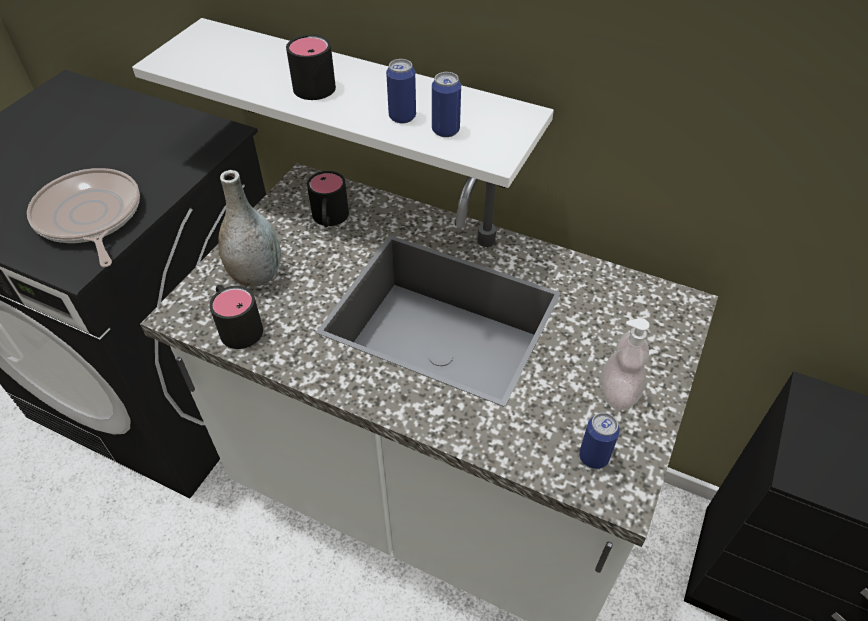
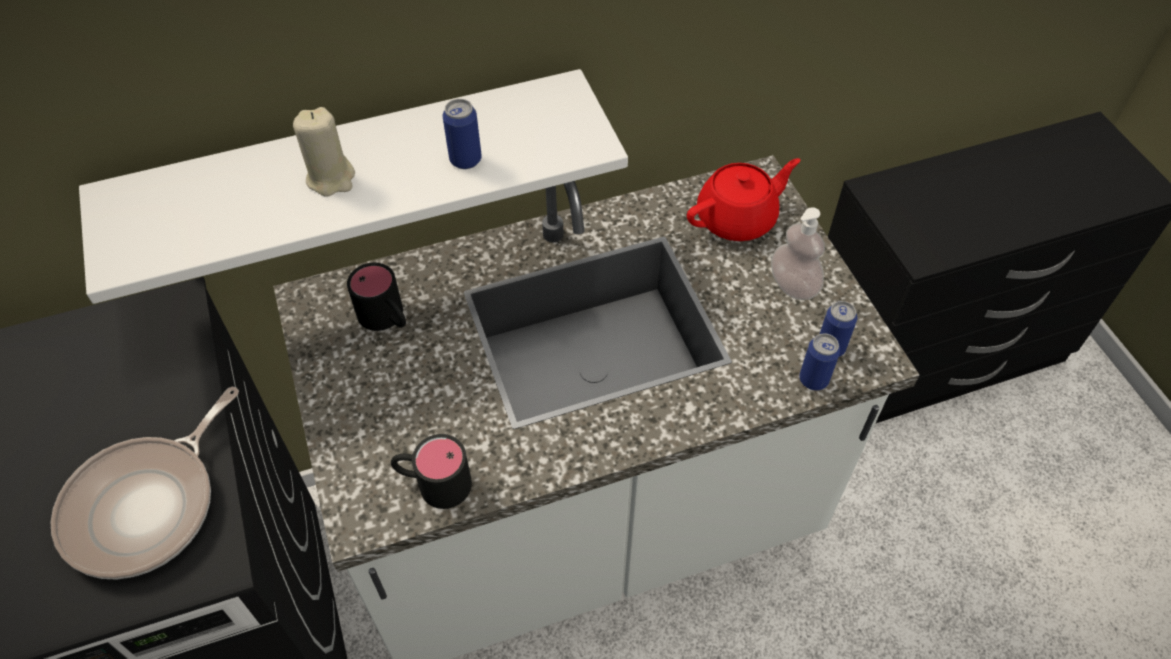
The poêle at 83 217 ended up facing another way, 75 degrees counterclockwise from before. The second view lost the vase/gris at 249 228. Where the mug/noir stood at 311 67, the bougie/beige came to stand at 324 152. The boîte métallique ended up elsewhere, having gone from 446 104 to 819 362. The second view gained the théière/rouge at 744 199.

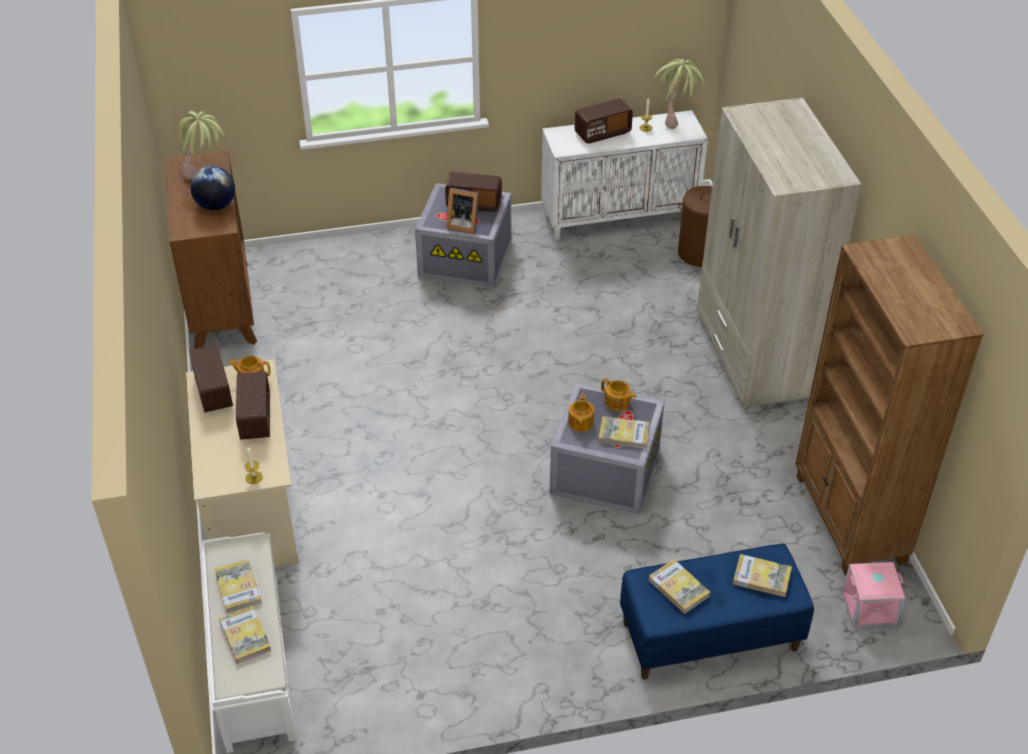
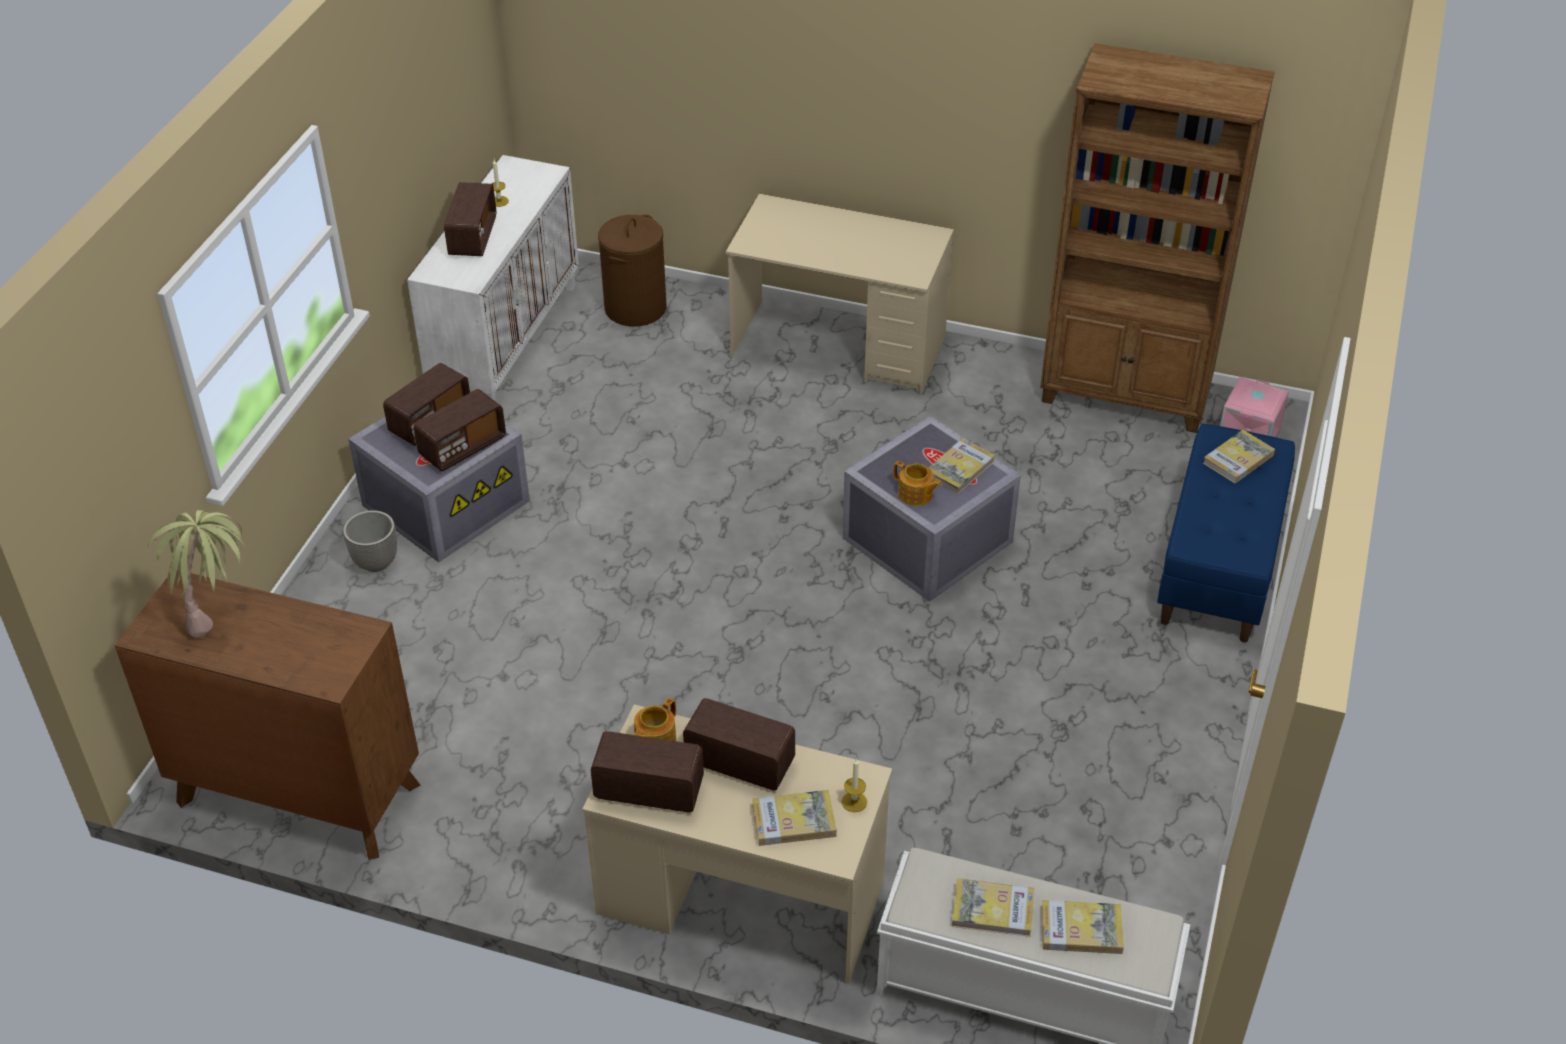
The second view lost the globe at 212 188. Where the cadre photo stood at 463 210, the radio came to stand at 460 430. The second view lost the théière at 619 394. The livre ended up elsewhere, having gone from 679 586 to 794 818. The second view lost the plante en pot at 679 94. Where the armoire/beige stood at 779 253, the bureau/beige came to stand at 840 294. The second view gained the cache-pot at 370 541.

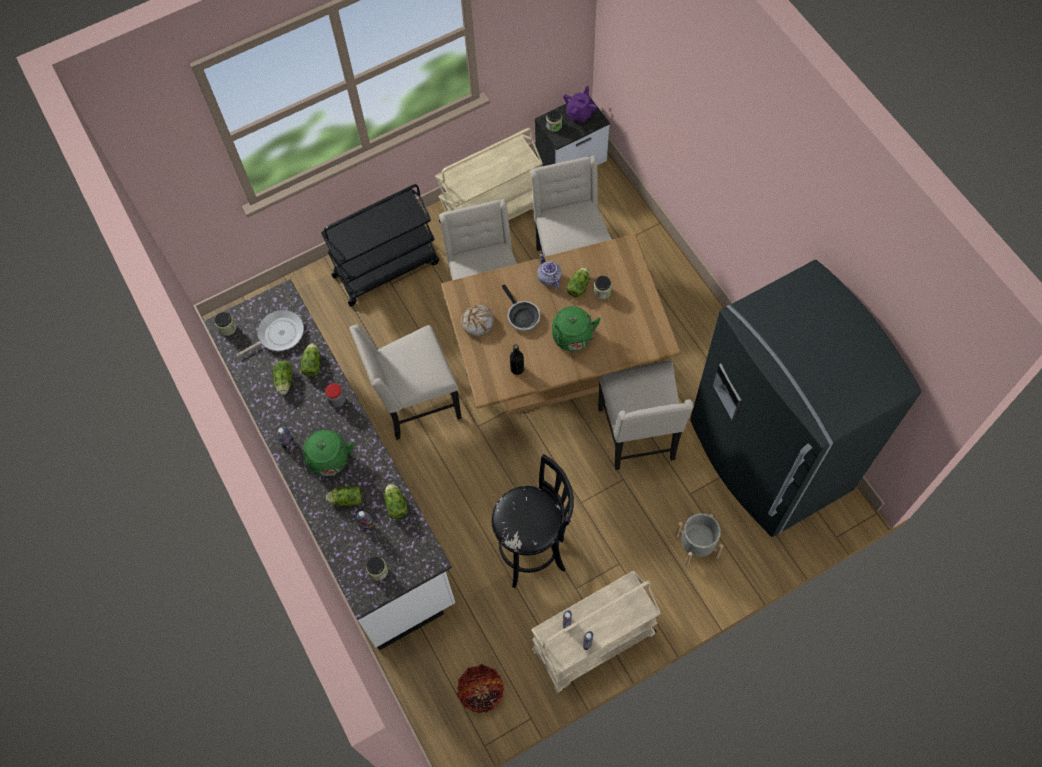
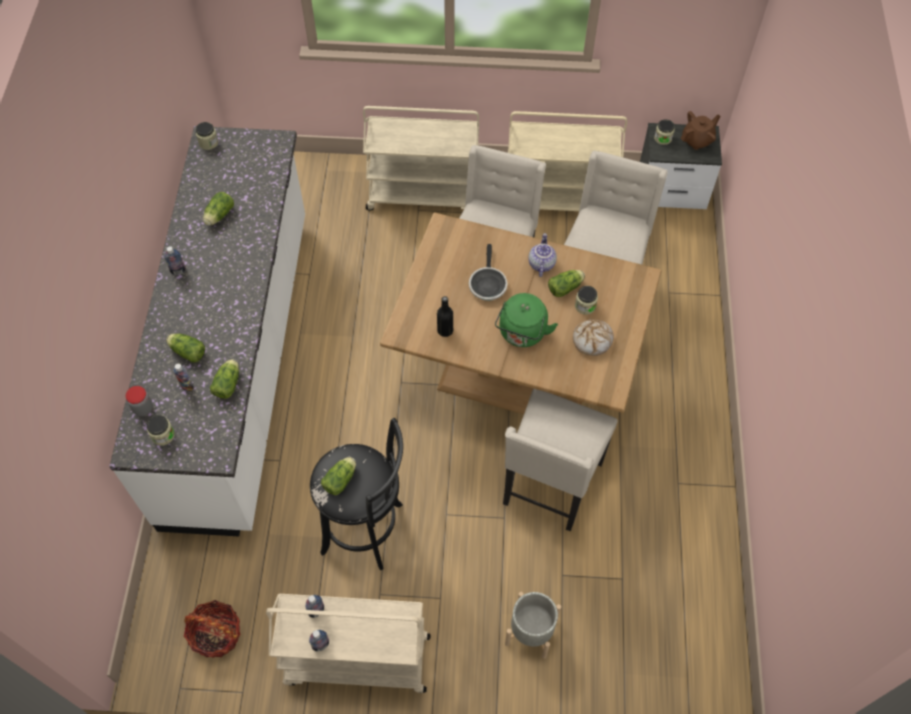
The second view lost the poêle at 270 333. The laitue ended up elsewhere, having gone from 310 359 to 338 476. The second view lost the bouilloire/vert at 329 453. What was the chariot/noir at 380 245 turned into the chariot/beige at 421 158. The bocal ended up elsewhere, having gone from 335 395 to 139 401. The second view lost the chaise/beige at 405 382. The pain ended up elsewhere, having gone from 477 321 to 593 337. What was the théière/violet at 580 104 turned into the théière/marron at 700 130. The second view lost the réfrigérateur/gris at 806 398.

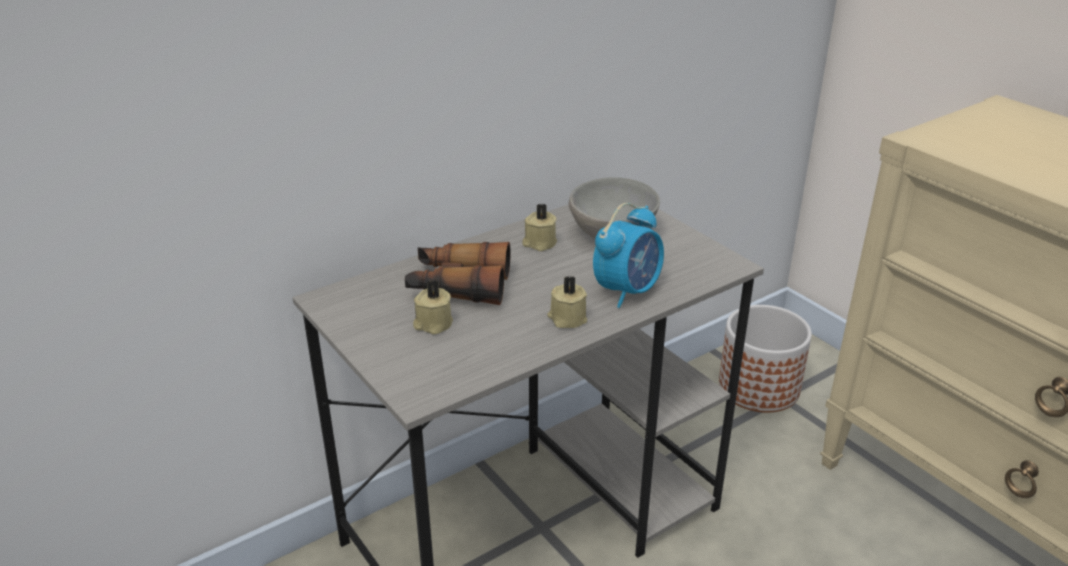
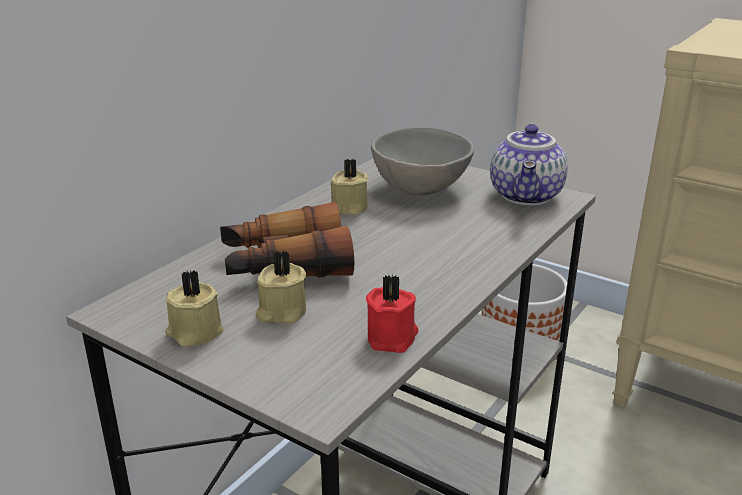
The bougie/beige ended up elsewhere, having gone from 567 302 to 194 308. The second view lost the réveil at 628 255. The second view gained the bougie/rouge at 392 314. The second view gained the théière at 529 164.

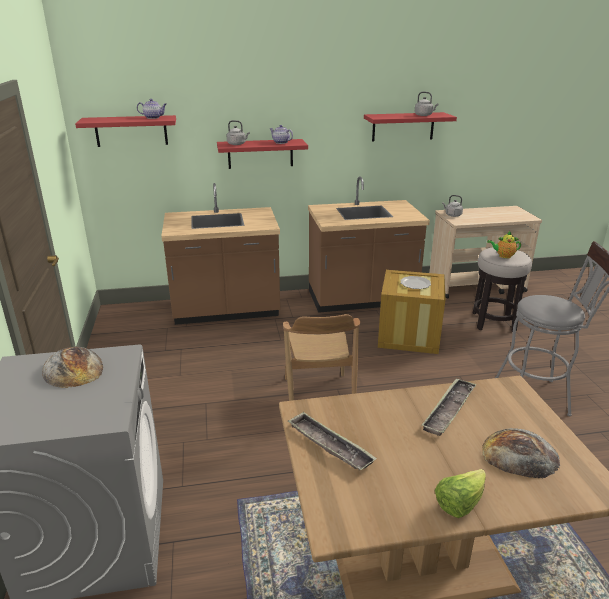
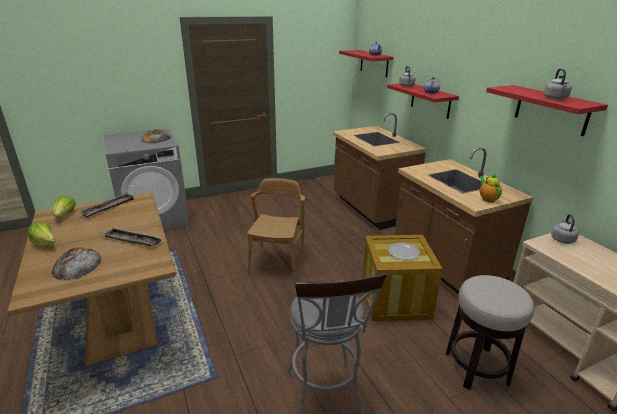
The chaise/marron at 321 357 ended up facing another way, 120 degrees clockwise from before. The théière ended up elsewhere, having gone from 504 244 to 490 188. The second view gained the laitue at 64 206.

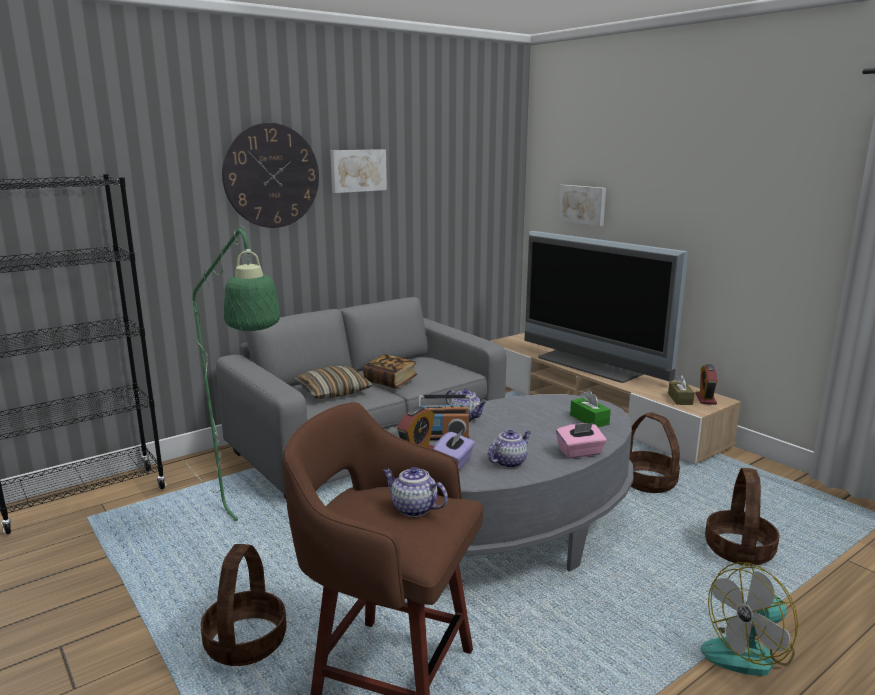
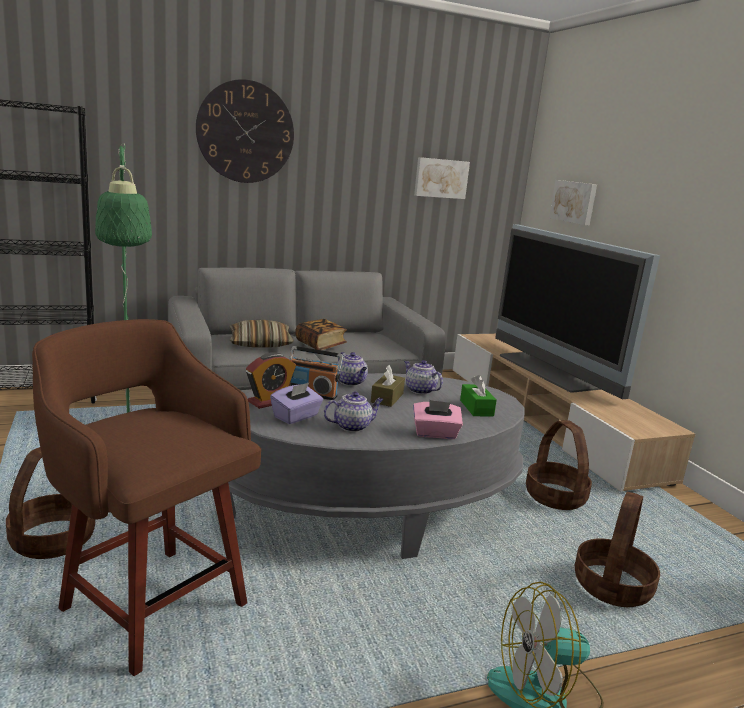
The tableau ended up elsewhere, having gone from 358 171 to 442 178. The théière ended up elsewhere, having gone from 415 492 to 423 377. The boîte à mouchoirs/marron ended up elsewhere, having gone from 681 389 to 388 386. The second view lost the réveil at 706 384.

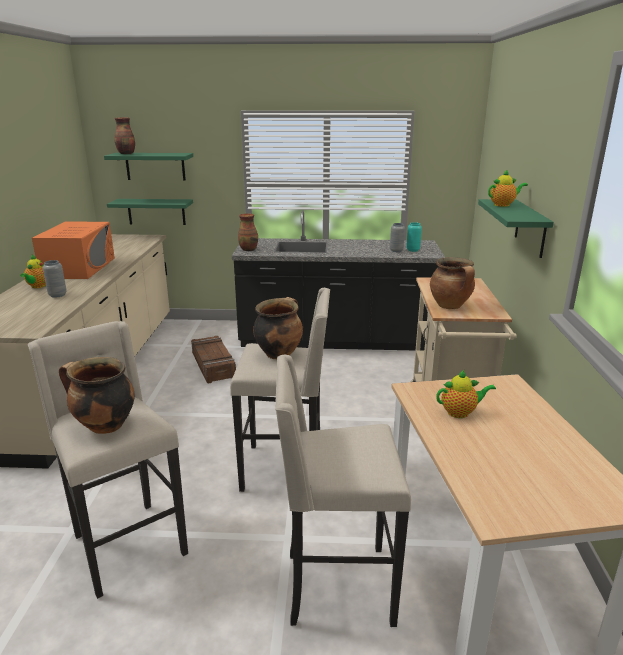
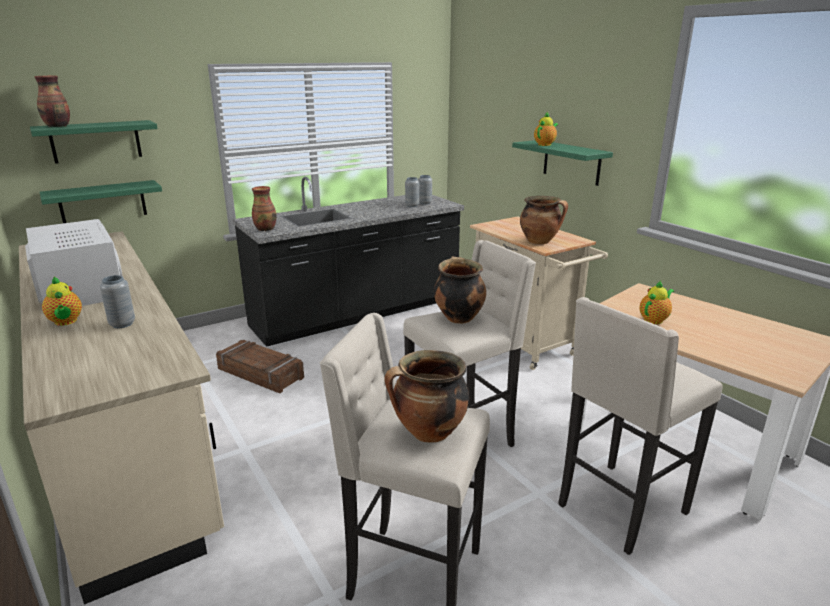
What was the micro-ondes/orange at 73 250 turned into the micro-ondes/blanc at 73 262. What was the vase/turquoise at 414 237 turned into the vase/gris at 425 190.

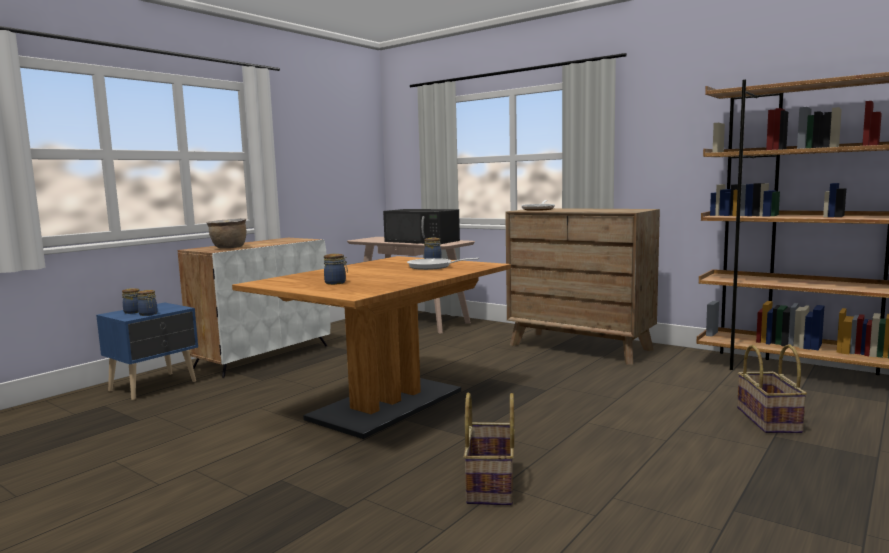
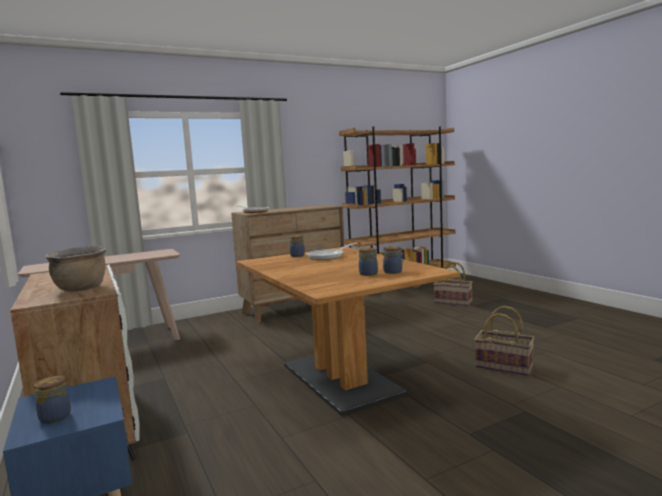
The bocal ended up elsewhere, having gone from 147 303 to 393 260. The second view lost the micro-ondes/noir at 421 226.

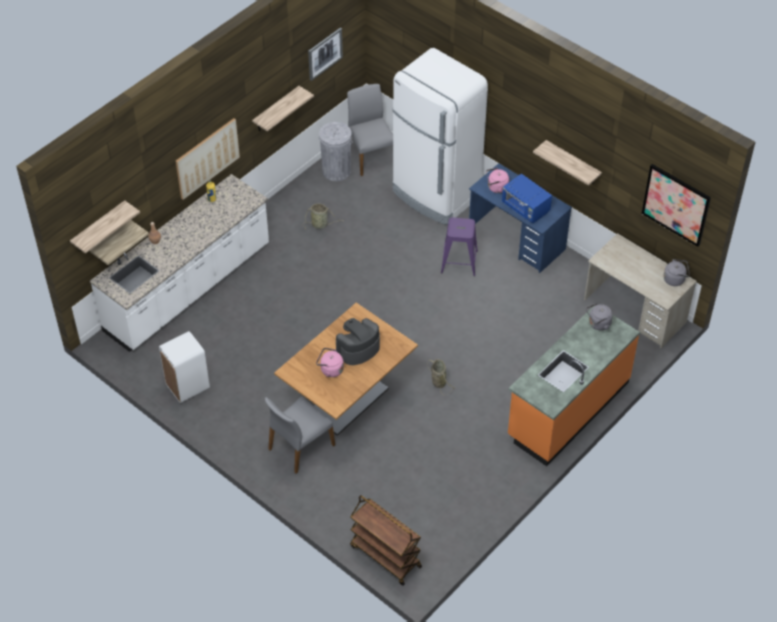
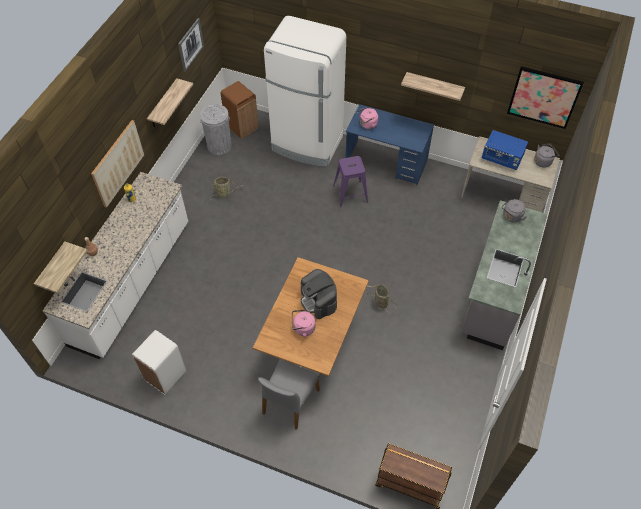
The second view lost the étagère at 105 227. The machine à café at 358 341 ended up facing another way, 60 degrees counterclockwise from before. Where the chaise/gris stood at 370 130, the poubelle/marron came to stand at 240 110. The micro-ondes/bleu ended up elsewhere, having gone from 527 198 to 505 150. What was the comptoir de cuisine/orange at 574 386 turned into the comptoir de cuisine/gris at 504 275.

